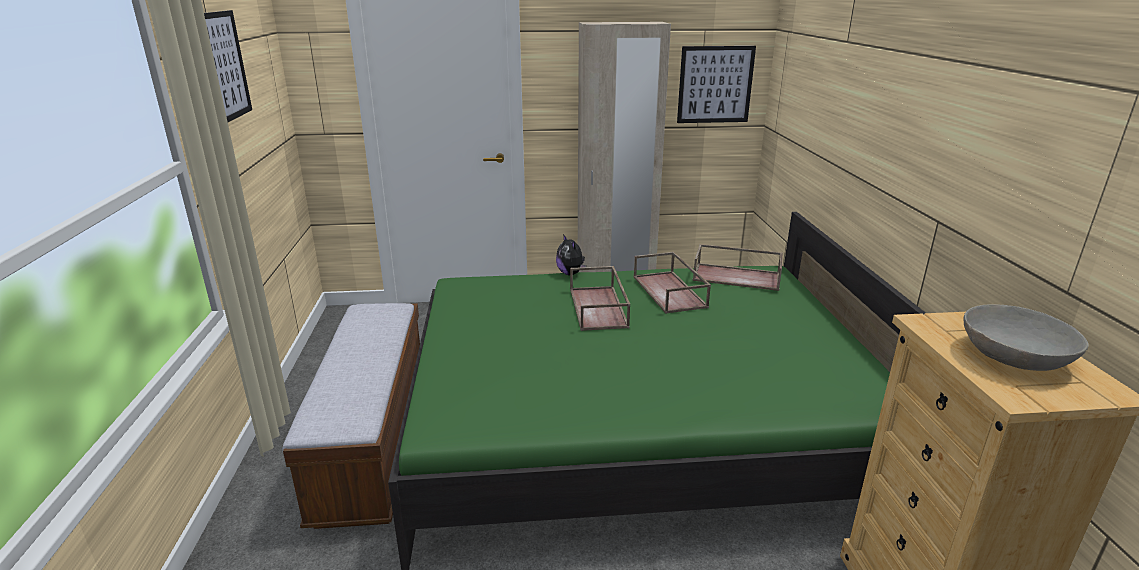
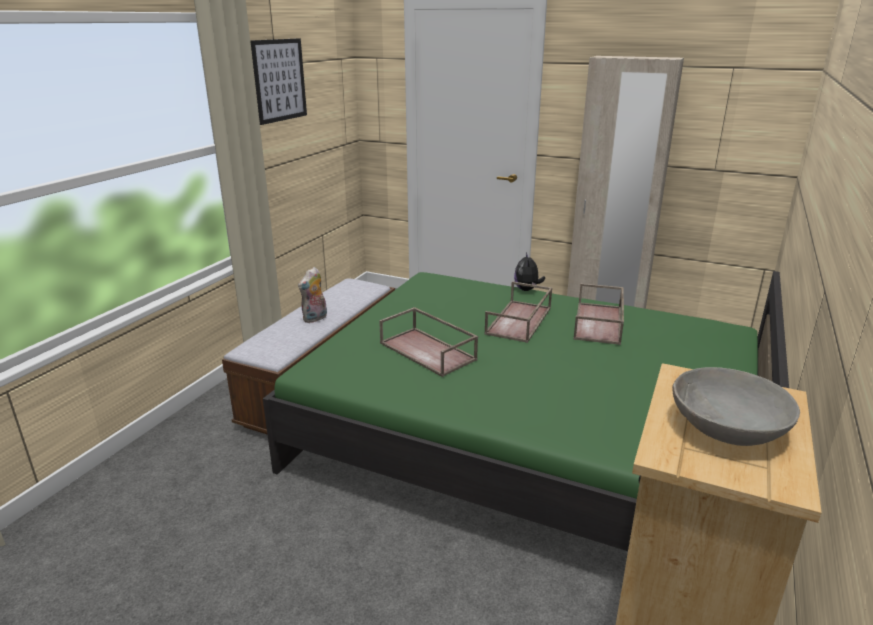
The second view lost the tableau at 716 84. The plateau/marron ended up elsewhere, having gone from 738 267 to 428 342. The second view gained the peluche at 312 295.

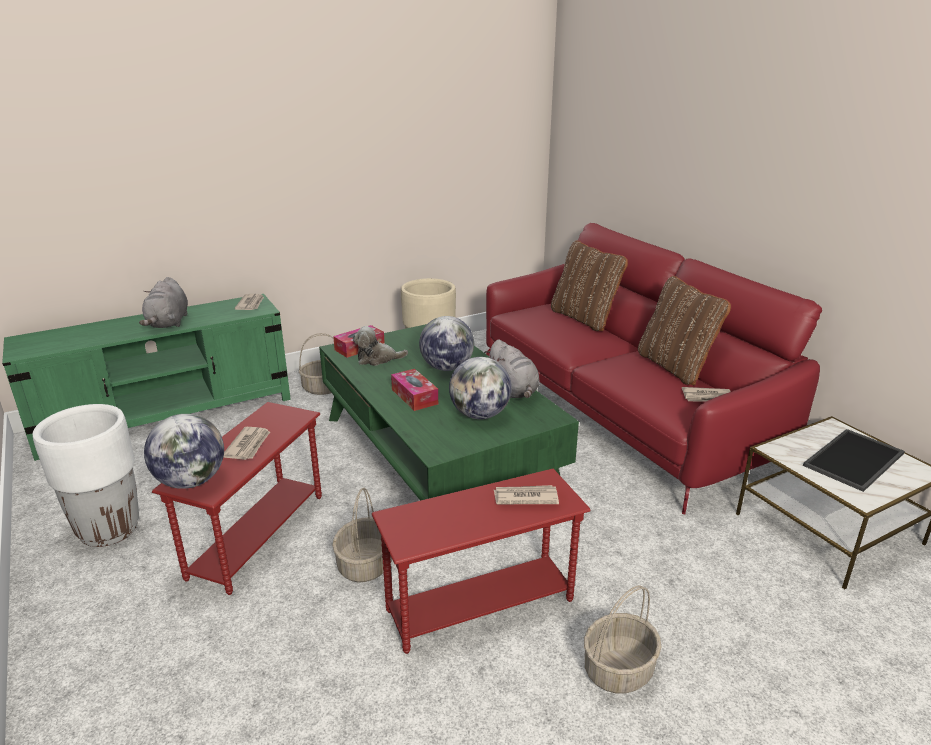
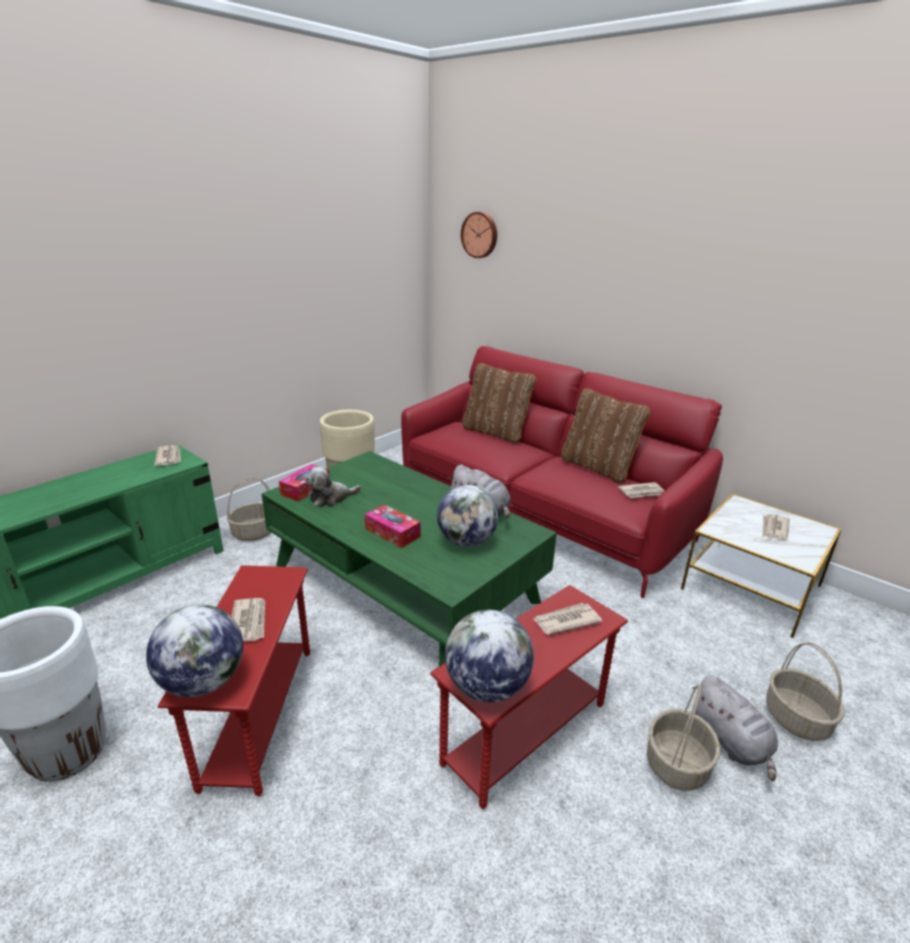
The peluche/gris ended up elsewhere, having gone from 163 302 to 735 728. The panier ended up elsewhere, having gone from 362 535 to 805 691. The globe ended up elsewhere, having gone from 446 343 to 489 656. Where the plateau stood at 854 460, the journal came to stand at 776 527. The second view gained the horloge murale at 479 235.

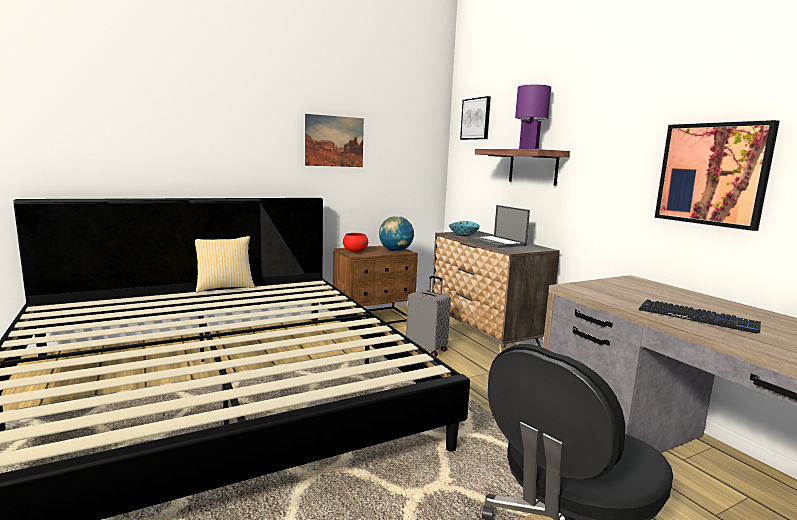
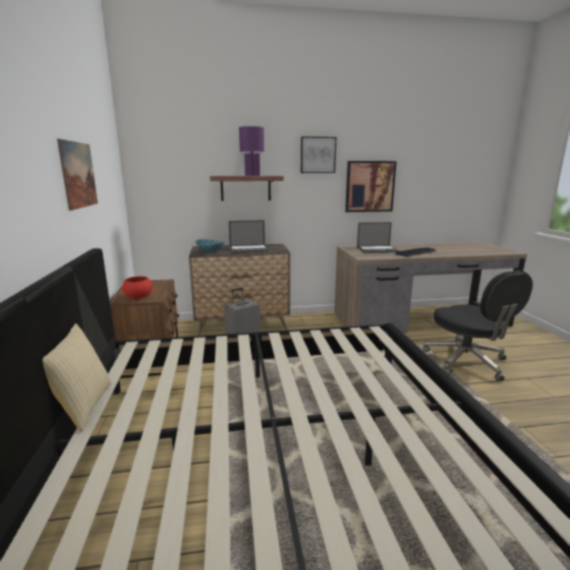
The second view lost the globe at 396 233. The tableau ended up elsewhere, having gone from 475 118 to 318 155. The second view gained the ordinateur portable at 378 237.

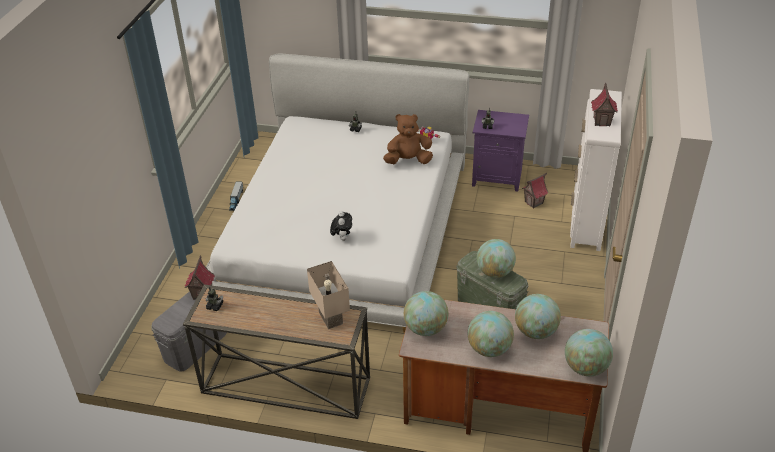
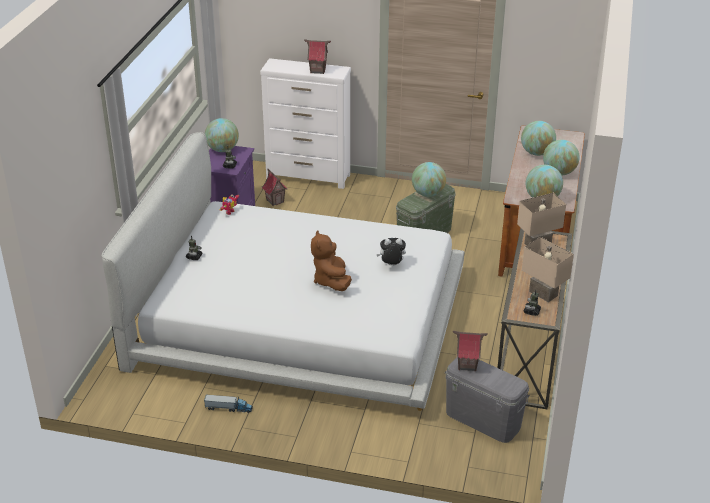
The peluche/marron ended up elsewhere, having gone from 408 139 to 331 260. The globe ended up elsewhere, having gone from 589 352 to 222 135. The second view gained the lampe de table/beige at 548 269.

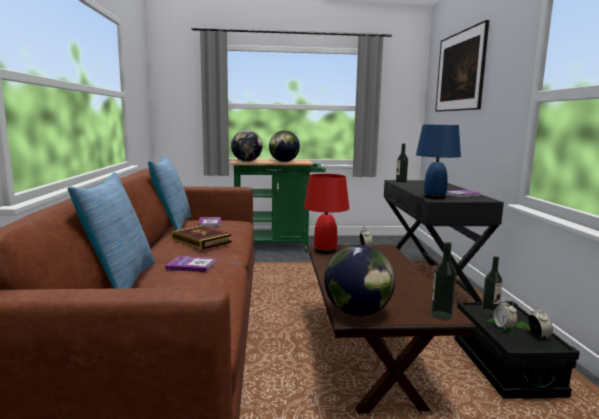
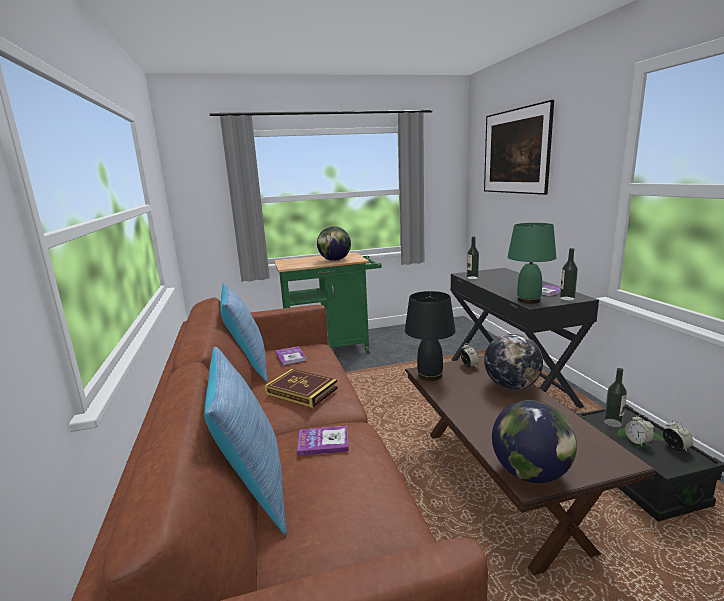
The globe ended up elsewhere, having gone from 246 146 to 513 361. What was the lampe de table/rouge at 326 214 turned into the lampe de table/noir at 430 336. What was the lampe de table/bleu at 438 161 turned into the lampe de table/vert at 532 263. The bouteille ended up elsewhere, having gone from 443 281 to 569 274.

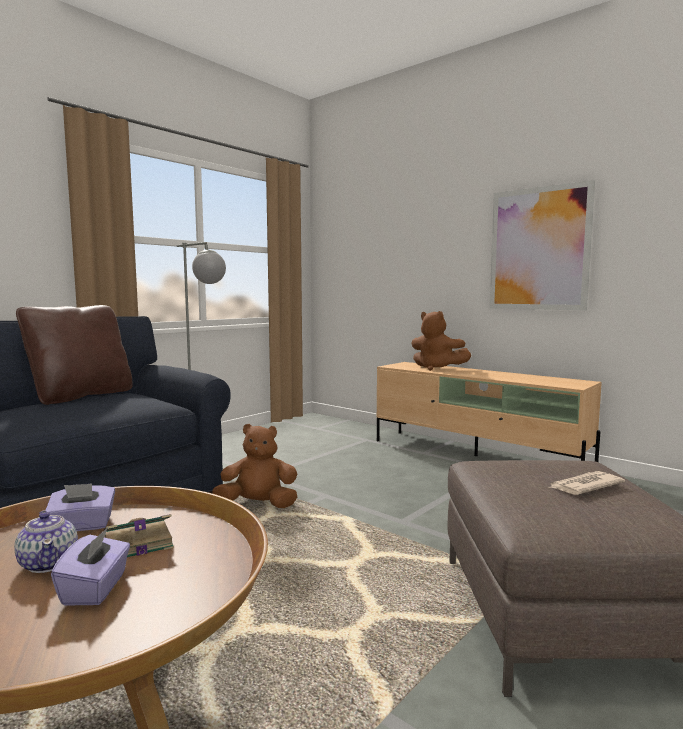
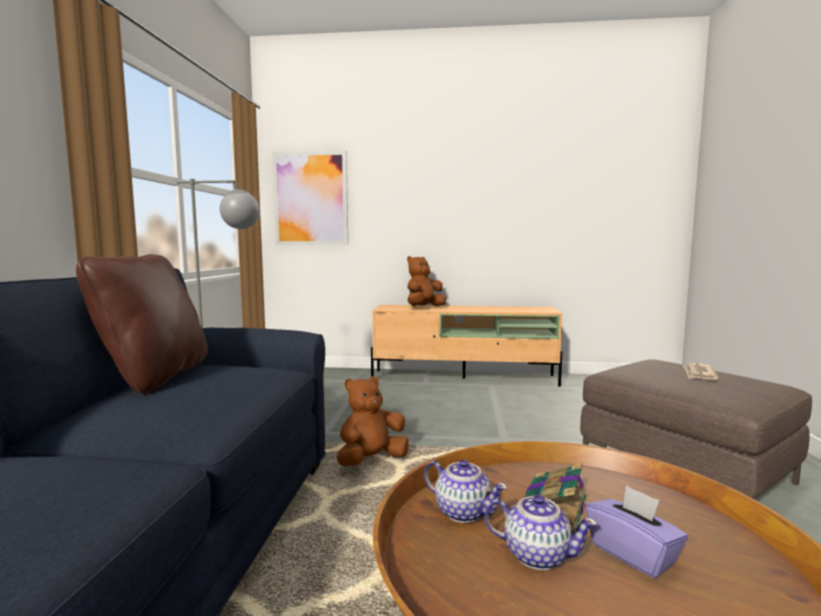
Where the boîte à mouchoirs/violet stood at 80 507, the théière came to stand at 465 491. The peluche/marron at 441 341 ended up facing another way, 135 degrees clockwise from before. The tableau ended up elsewhere, having gone from 542 245 to 310 197.

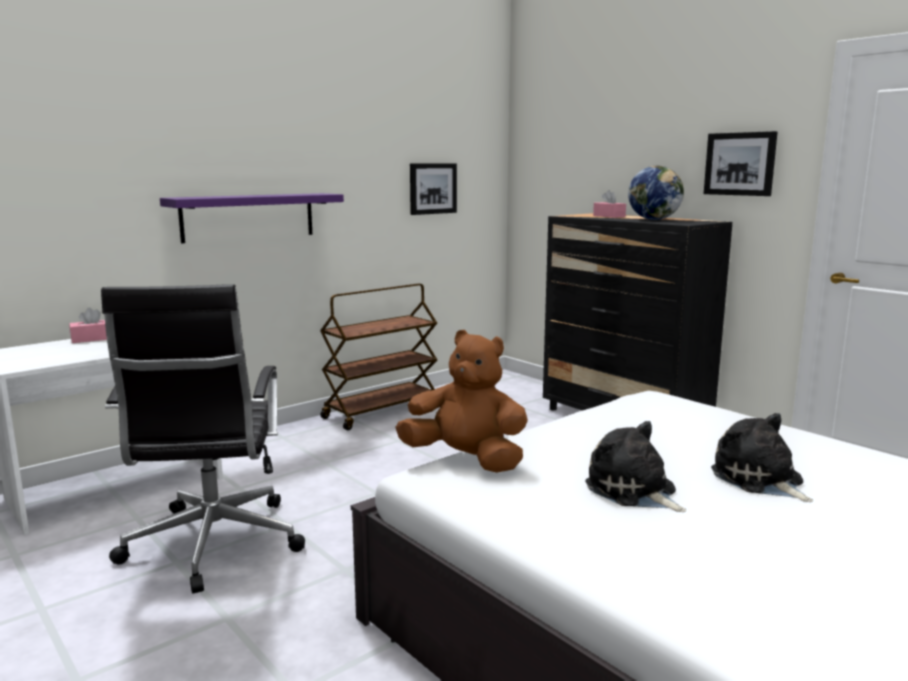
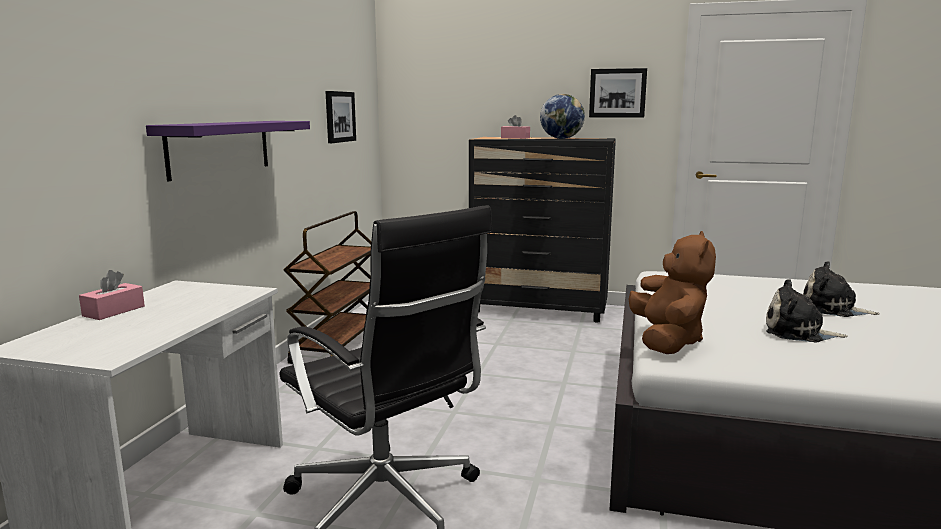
The peluche/marron at 461 401 ended up facing another way, 105 degrees clockwise from before.

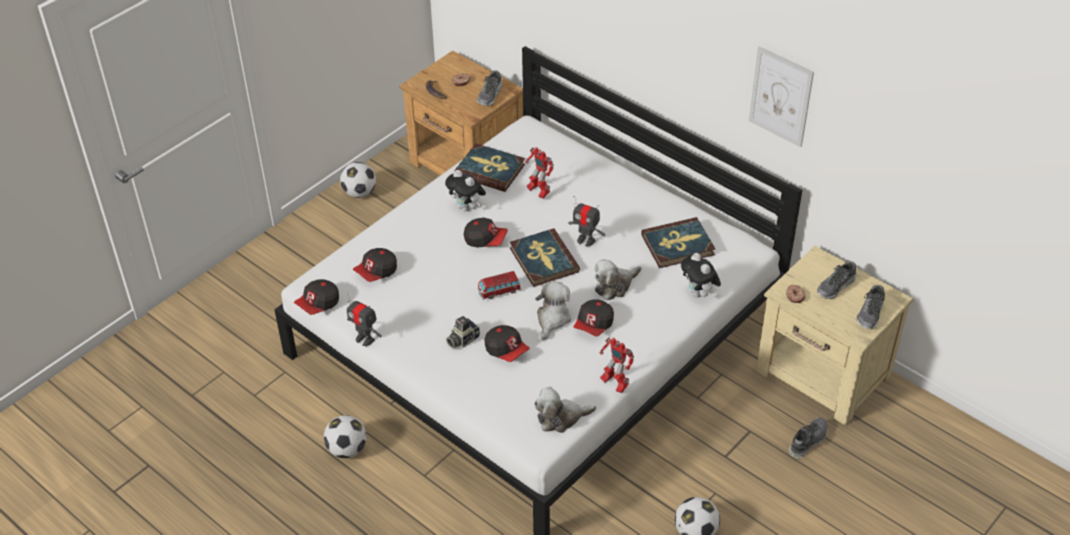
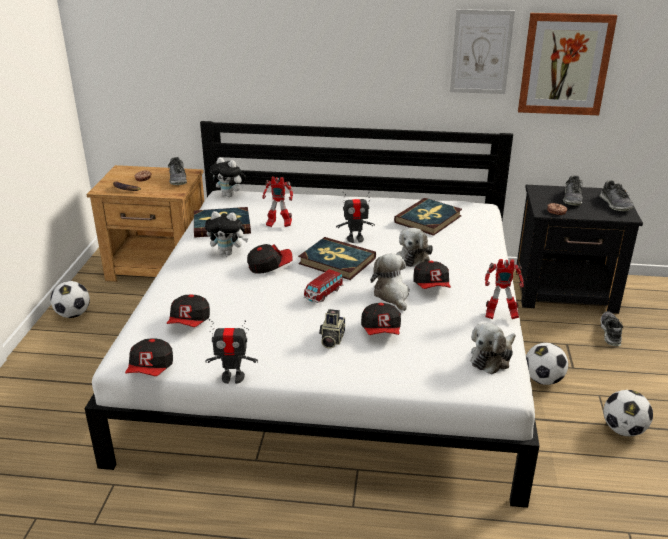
The ballon de foot ended up elsewhere, having gone from 345 436 to 547 364. The casquette at 507 343 ended up facing another way, 75 degrees clockwise from before. The peluche ended up elsewhere, having gone from 701 275 to 228 177. What was the table de chevet/beige at 834 336 turned into the table de chevet/noir at 579 249. The second view gained the tableau at 567 64.

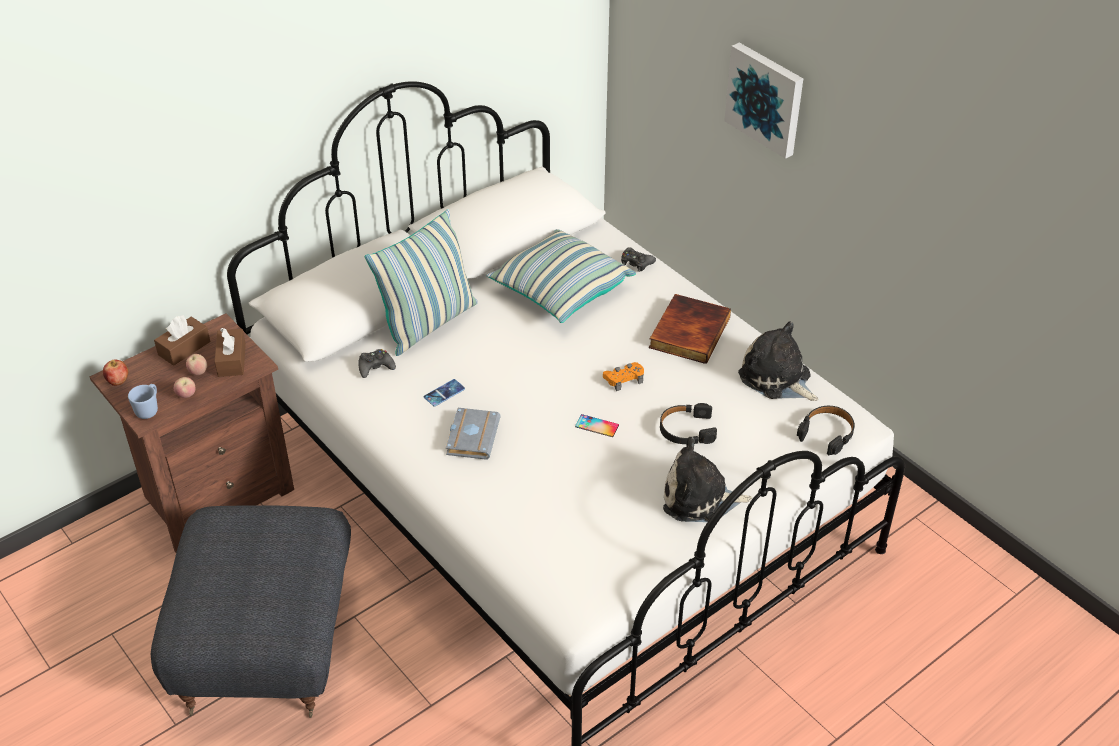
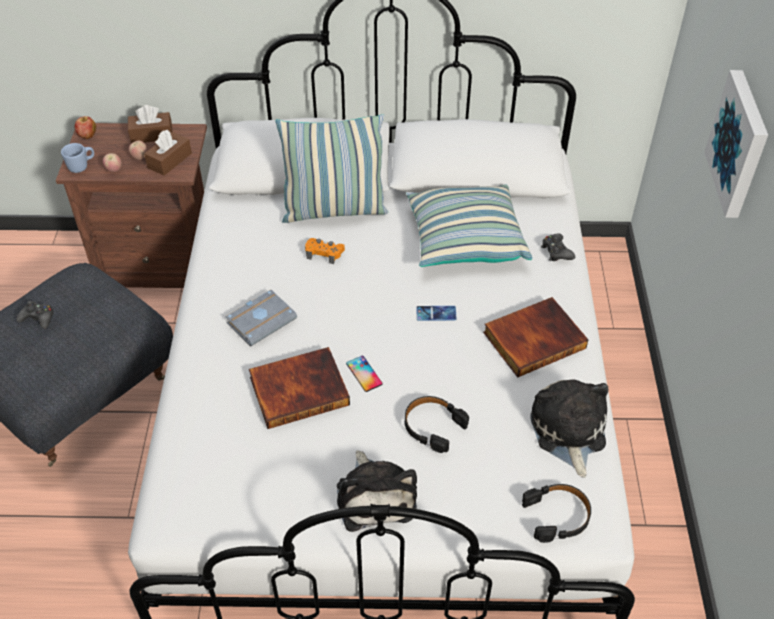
The manette/noir ended up elsewhere, having gone from 377 363 to 34 315. The téléphone ended up elsewhere, having gone from 444 393 to 436 313. The manette/orange ended up elsewhere, having gone from 623 376 to 325 251. The peluche at 707 479 ended up facing another way, 150 degrees counterclockwise from before. The second view gained the livre at 299 388.

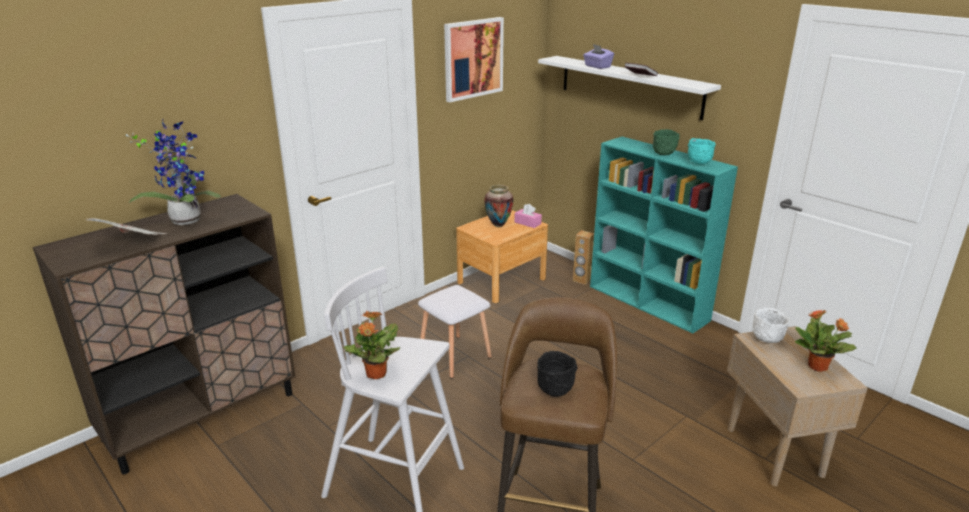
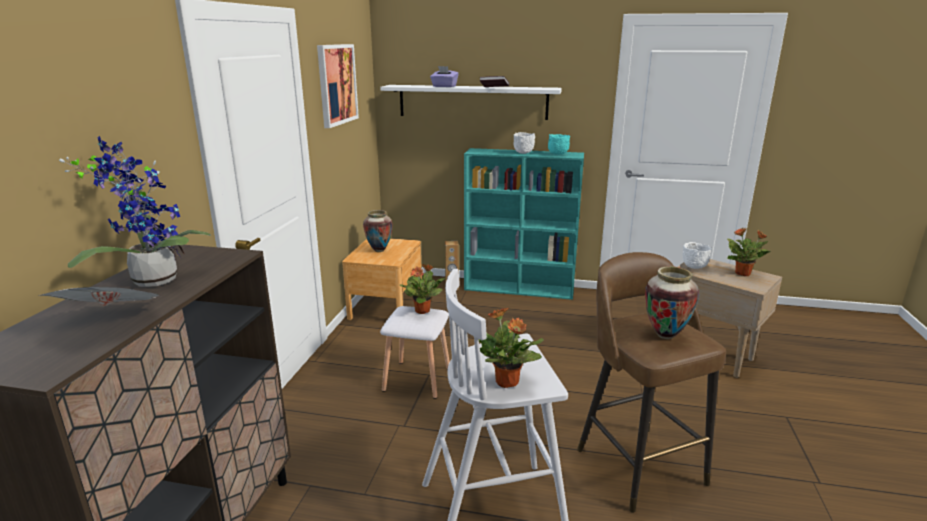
The second view lost the boîte à mouchoirs/rose at 528 216. Where the bol/noir stood at 557 374, the vase came to stand at 672 302. What was the bol/vert at 666 142 turned into the bol/blanc at 524 143. The second view gained the plante en pot at 422 289.

